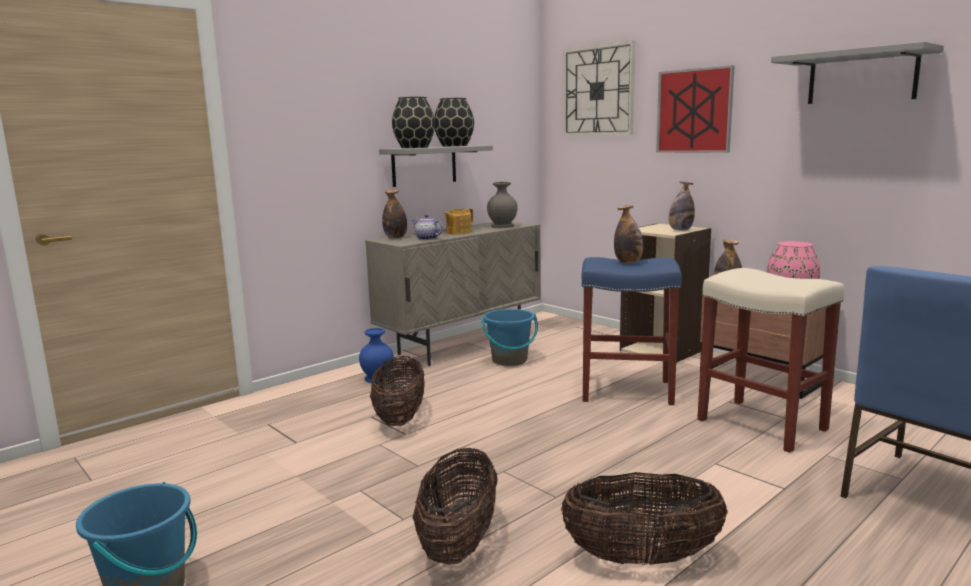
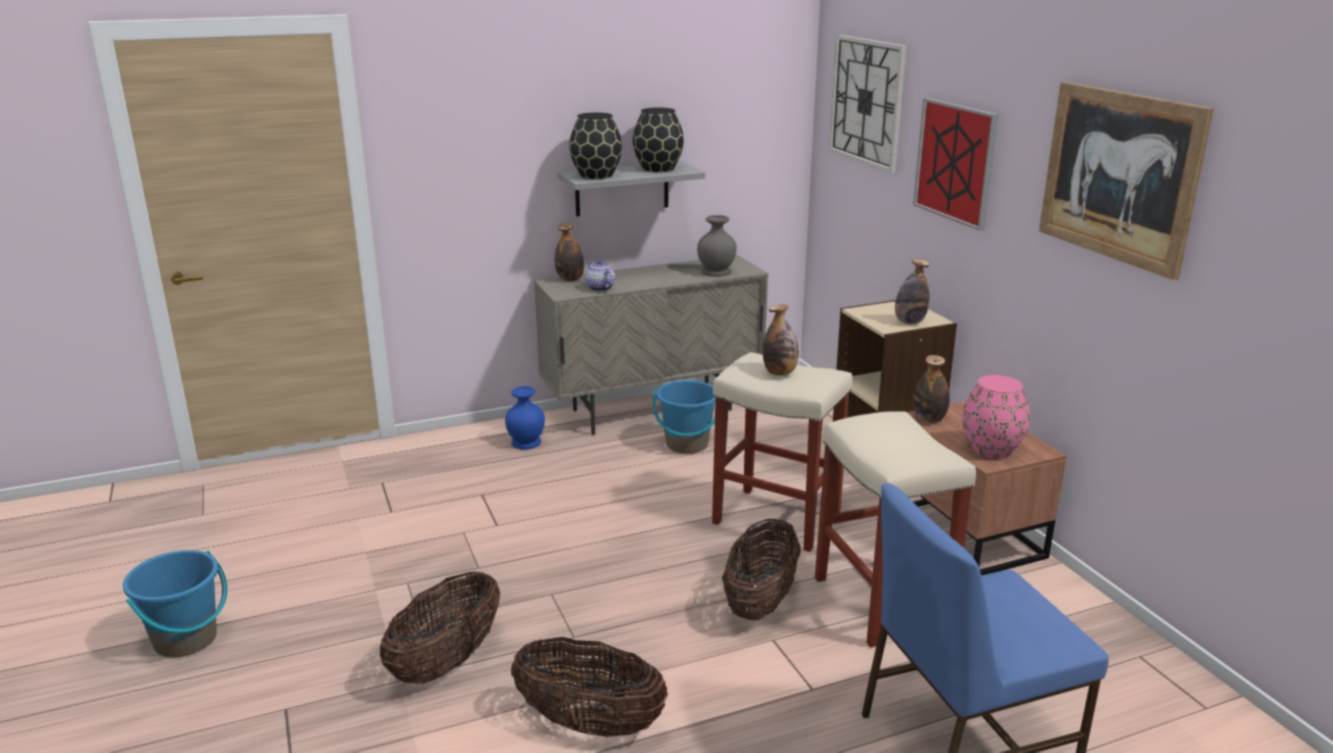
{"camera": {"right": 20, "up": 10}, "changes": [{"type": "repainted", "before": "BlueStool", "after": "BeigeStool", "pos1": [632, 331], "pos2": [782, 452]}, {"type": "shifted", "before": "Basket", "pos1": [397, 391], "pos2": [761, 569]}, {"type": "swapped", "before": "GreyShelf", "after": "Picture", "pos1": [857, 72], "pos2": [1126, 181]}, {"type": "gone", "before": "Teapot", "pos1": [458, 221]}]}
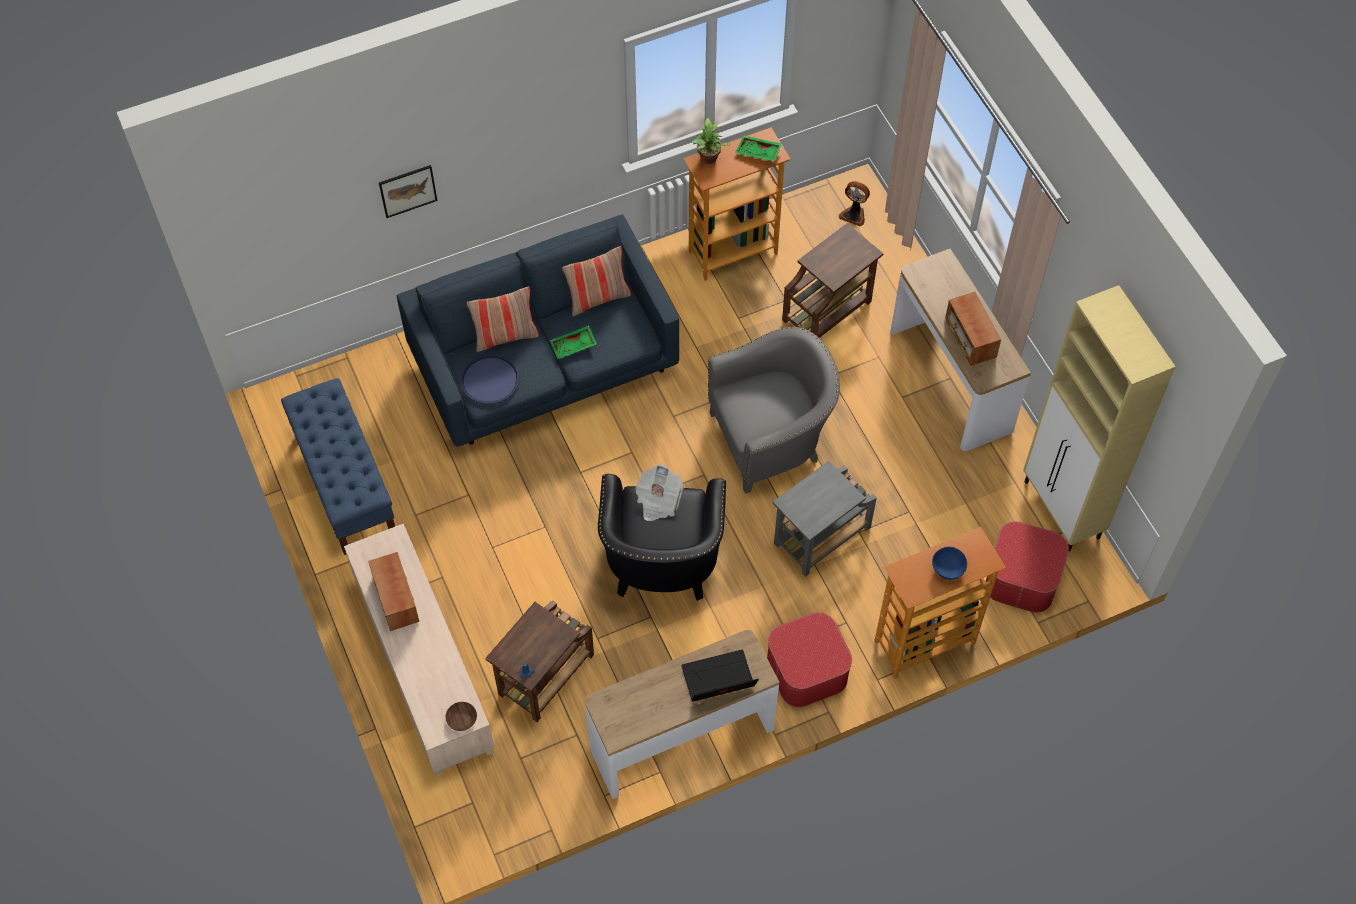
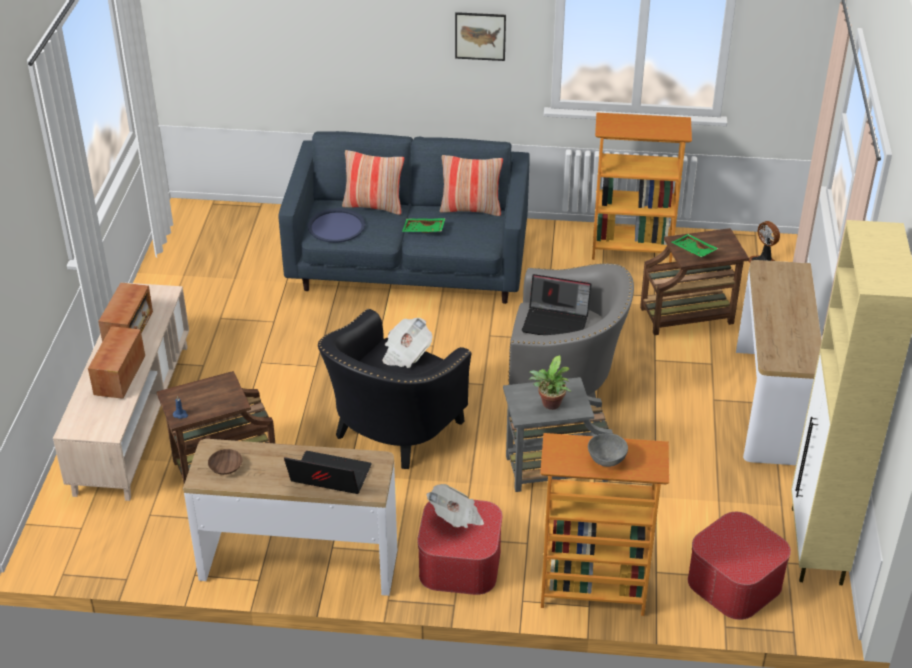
{"camera": {"right": 30, "up": -20}, "changes": [{"type": "shifted", "before": "Radio", "pos1": [973, 329], "pos2": [116, 362]}, {"type": "shifted", "before": "BrownBowl", "pos1": [461, 716], "pos2": [225, 462]}, {"type": "new", "after": "Newspaper", "pos2": [455, 506]}, {"type": "shifted", "before": "Picture", "pos1": [408, 191], "pos2": [480, 36]}, {"type": "new", "after": "Laptop", "pos2": [556, 304]}, {"type": "shifted", "before": "PottedPlant", "pos1": [710, 140], "pos2": [550, 382]}, {"type": "repainted", "before": "BlueBowl", "after": "GreyBowl", "pos1": [949, 563], "pos2": [608, 450]}, {"type": "shifted", "before": "GreenTray", "pos1": [758, 148], "pos2": [695, 245]}, {"type": "gone", "before": "BlueBench", "pos1": [338, 466]}]}
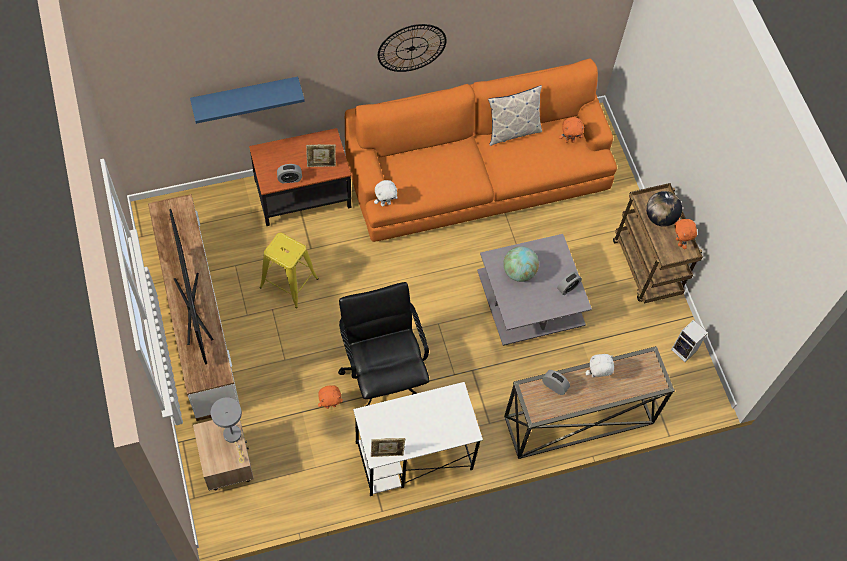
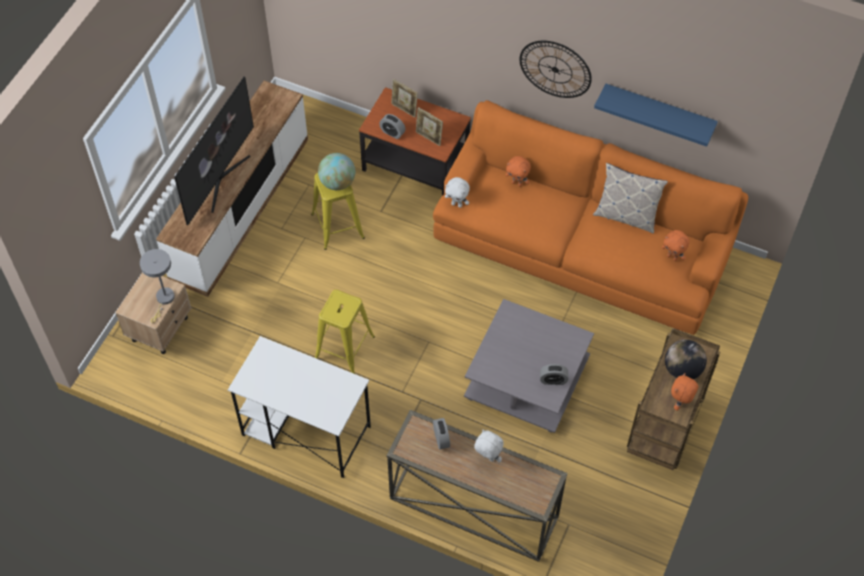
{"camera": {"right": 45, "up": -5}, "changes": [{"type": "swapped", "before": "BlackOfficeChair", "after": "YellowStool", "pos1": [383, 344], "pos2": [345, 332]}, {"type": "shifted", "before": "Globe", "pos1": [521, 264], "pos2": [336, 171]}, {"type": "shifted", "before": "PictureFrame", "pos1": [388, 447], "pos2": [404, 98]}, {"type": "shifted", "before": "OrangePlushToy", "pos1": [330, 397], "pos2": [518, 171]}, {"type": "shifted", "before": "BlueShelf", "pos1": [247, 100], "pos2": [656, 115]}, {"type": "gone", "before": "Speaker", "pos1": [689, 341]}]}
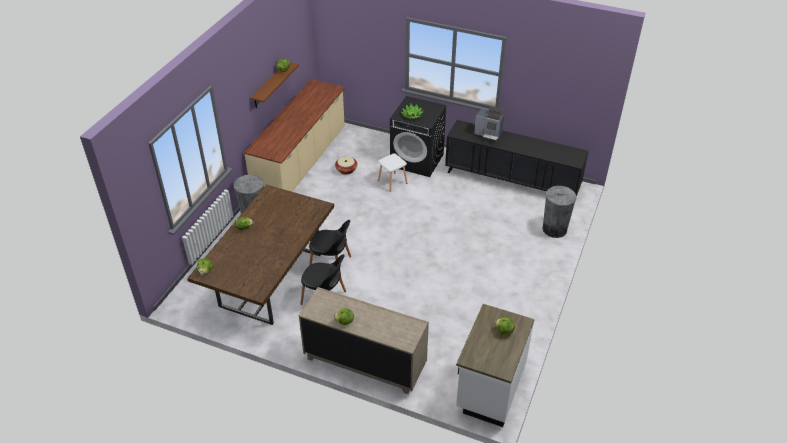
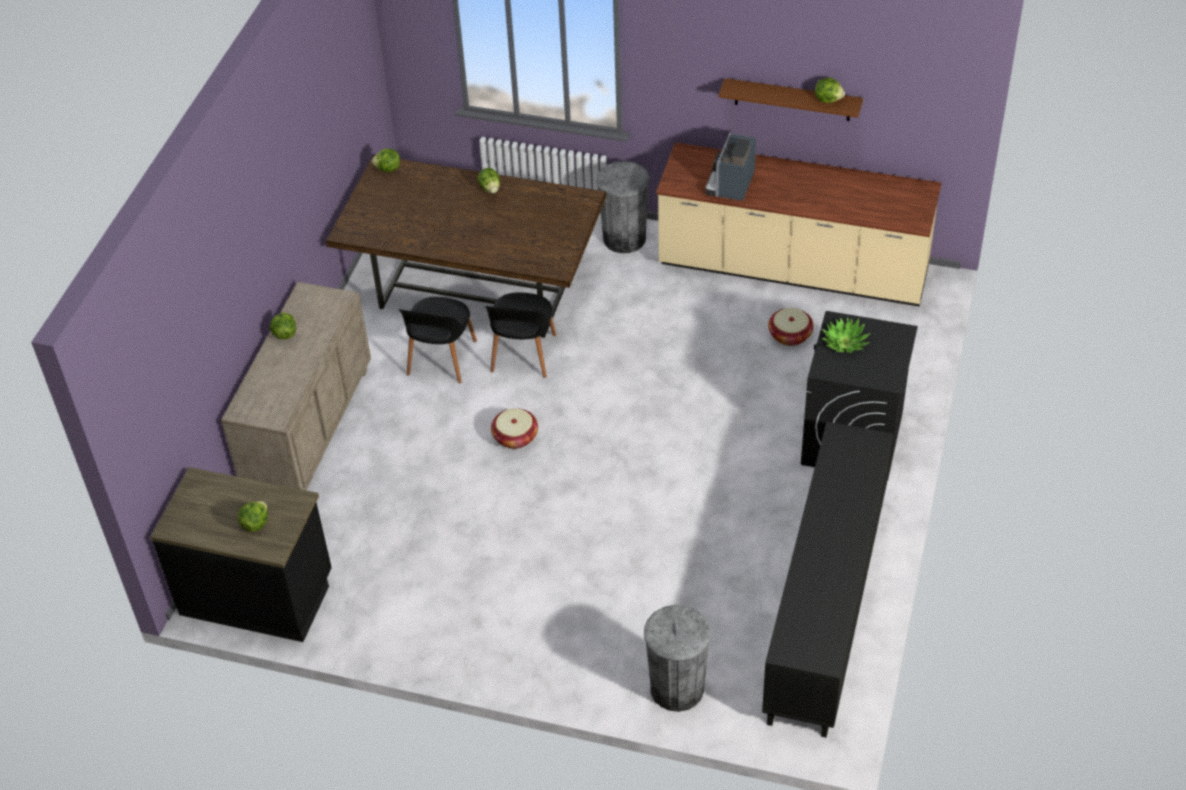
{"camera": {"right": 85, "up": 5}, "changes": [{"type": "repainted", "before": "WhiteCounter", "after": "BlackCounter", "pos1": [495, 365], "pos2": [241, 554]}, {"type": "new", "after": "Basket", "pos2": [514, 428]}, {"type": "shifted", "before": "CoffeeMachine", "pos1": [489, 124], "pos2": [730, 166]}, {"type": "gone", "before": "WhiteStool", "pos1": [392, 172]}]}
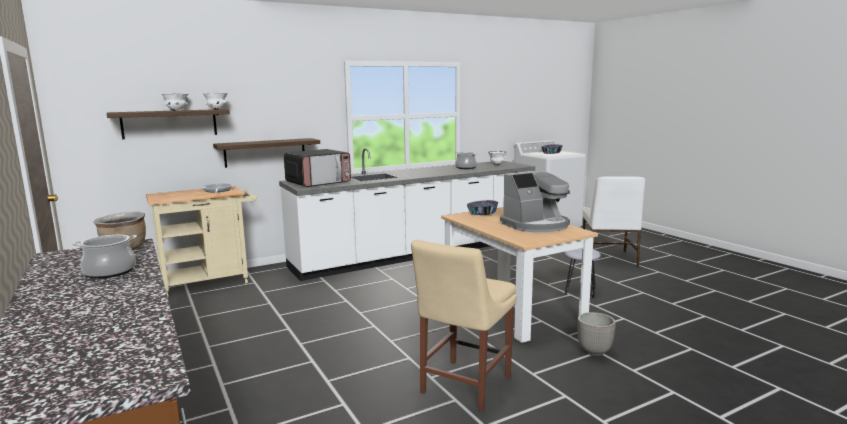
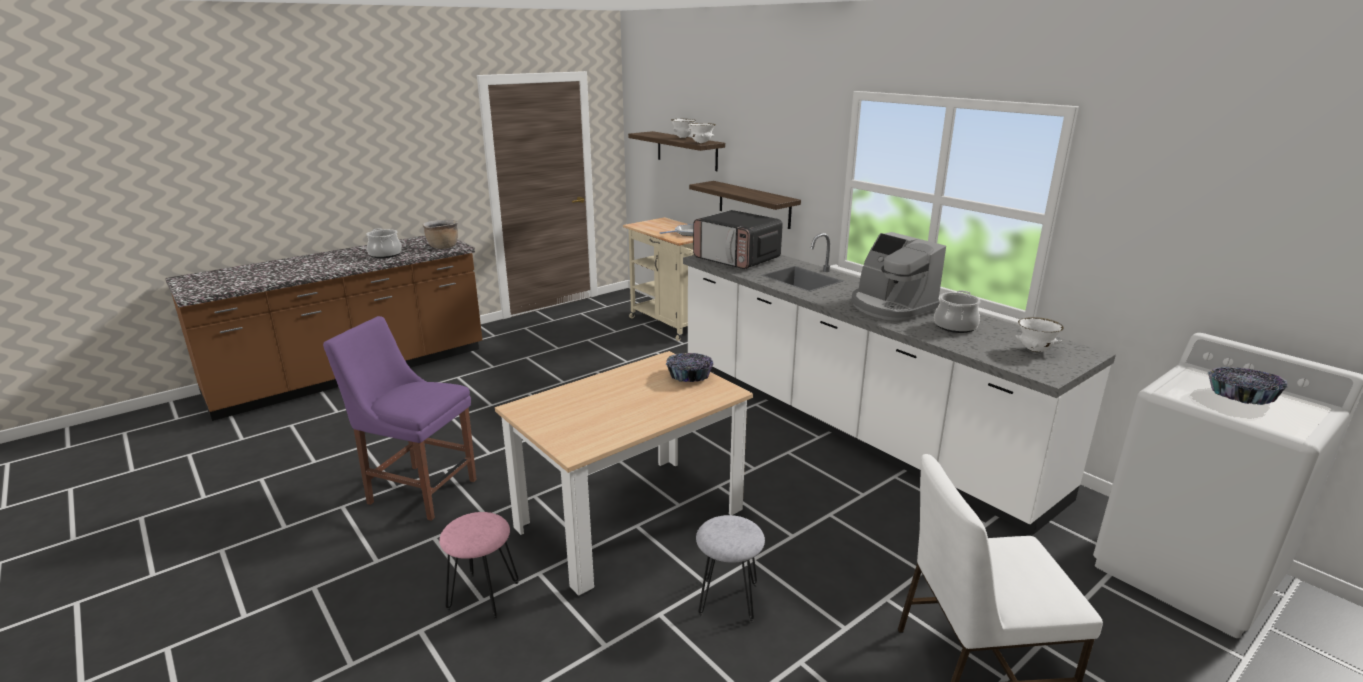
{"camera": {"right": 80, "up": 10}, "changes": [{"type": "repainted", "before": "BeigeChair", "after": "PurpleChair", "pos1": [464, 326], "pos2": [400, 418]}, {"type": "swapped", "before": "Planter", "after": "PinkStool", "pos1": [596, 334], "pos2": [479, 565]}, {"type": "shifted", "before": "CoffeeMachine", "pos1": [535, 201], "pos2": [898, 276]}]}
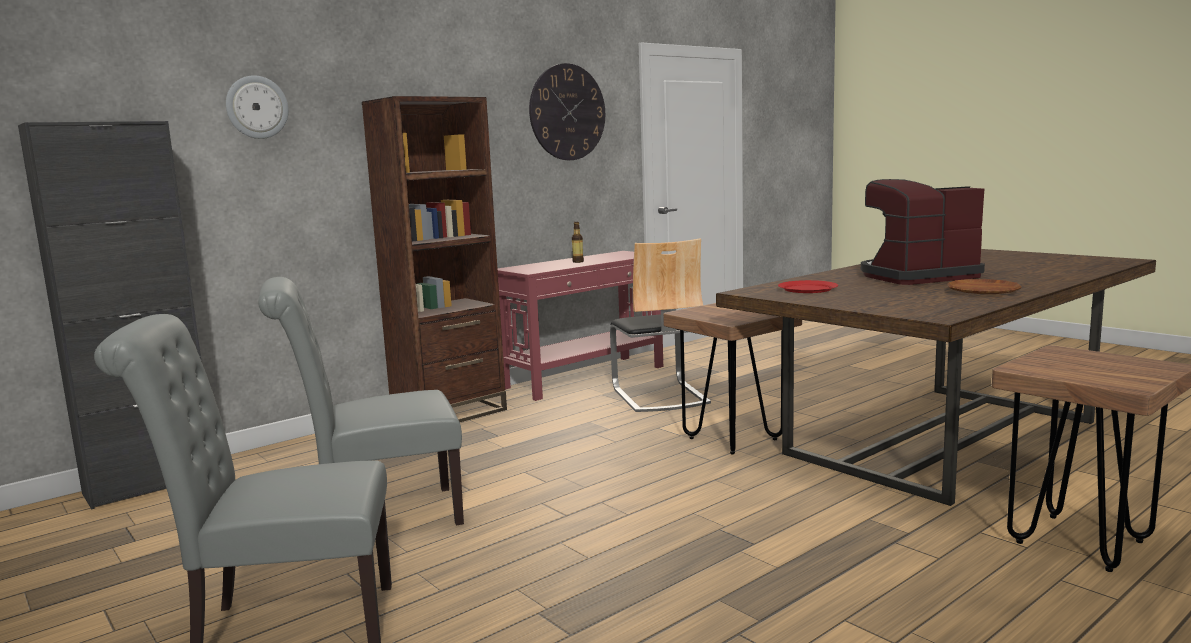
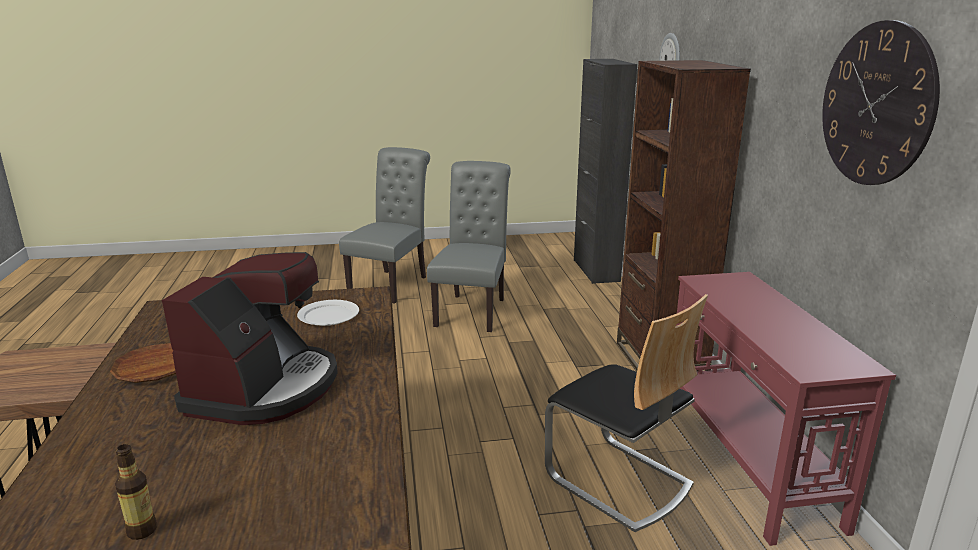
{"camera": {"right": 120, "up": 10}, "changes": [{"type": "shifted", "before": "Bottle", "pos1": [578, 242], "pos2": [136, 492]}, {"type": "repainted", "before": "RedPlate", "after": "WhitePlate", "pos1": [808, 286], "pos2": [328, 313]}, {"type": "rotated", "before": "Chair", "pos1": [660, 325], "pos2": [626, 413], "turn": -150}, {"type": "gone", "before": "BrownStool", "pos1": [732, 378]}]}
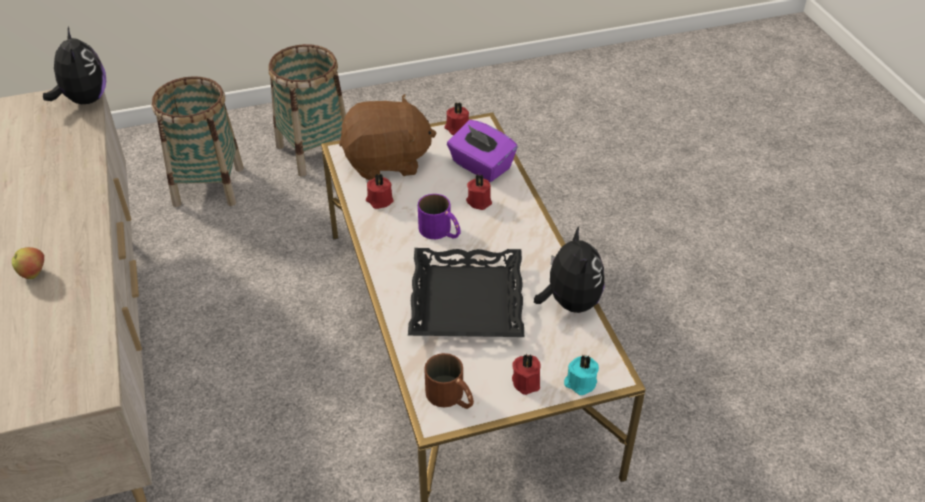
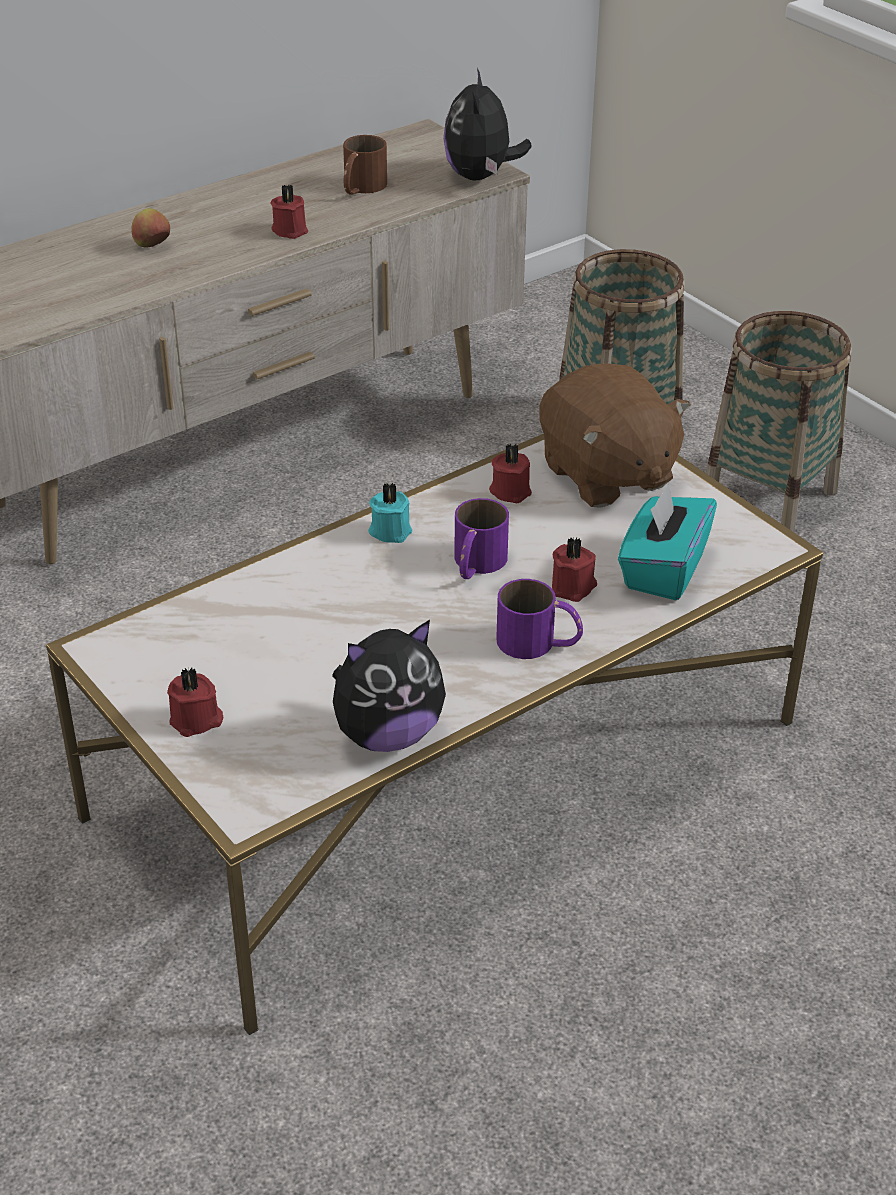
{"camera": {"right": 70, "up": -5}, "changes": [{"type": "shifted", "before": "RedCandle", "pos1": [456, 118], "pos2": [289, 211]}, {"type": "shifted", "before": "BrownMug", "pos1": [449, 381], "pos2": [365, 165]}, {"type": "shifted", "before": "TurquoiseCandle", "pos1": [581, 375], "pos2": [390, 513]}, {"type": "rotated", "before": "PlushToy", "pos1": [74, 65], "pos2": [487, 124], "turn": 135}, {"type": "new", "after": "PurpleMug", "pos2": [539, 619]}, {"type": "repainted", "before": "PurpleTissueBox", "after": "TurquoiseTissueBox", "pos1": [482, 151], "pos2": [667, 541]}, {"type": "gone", "before": "BlackTray", "pos1": [466, 292]}]}
